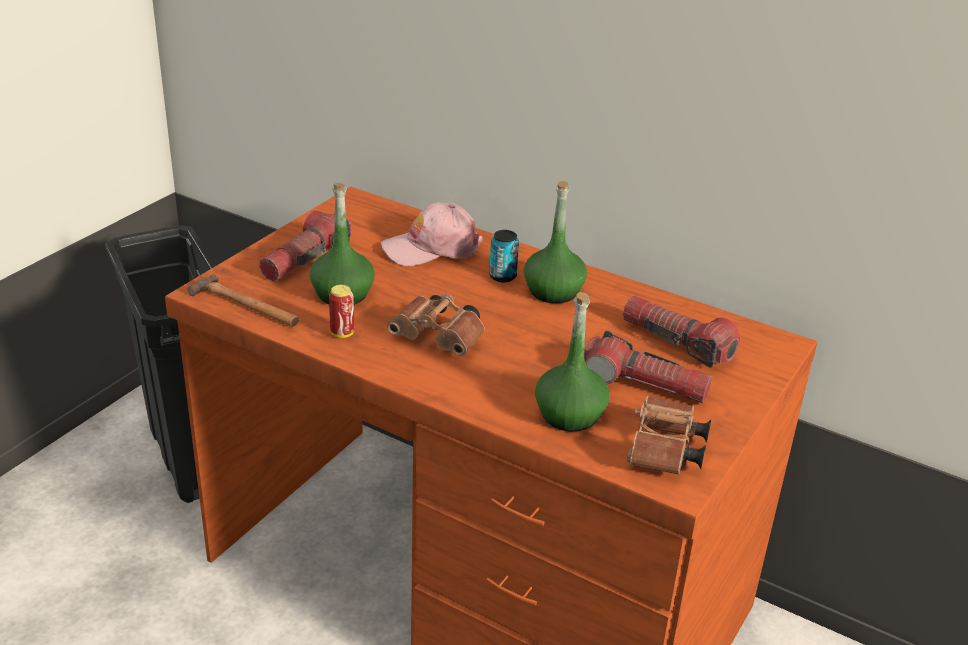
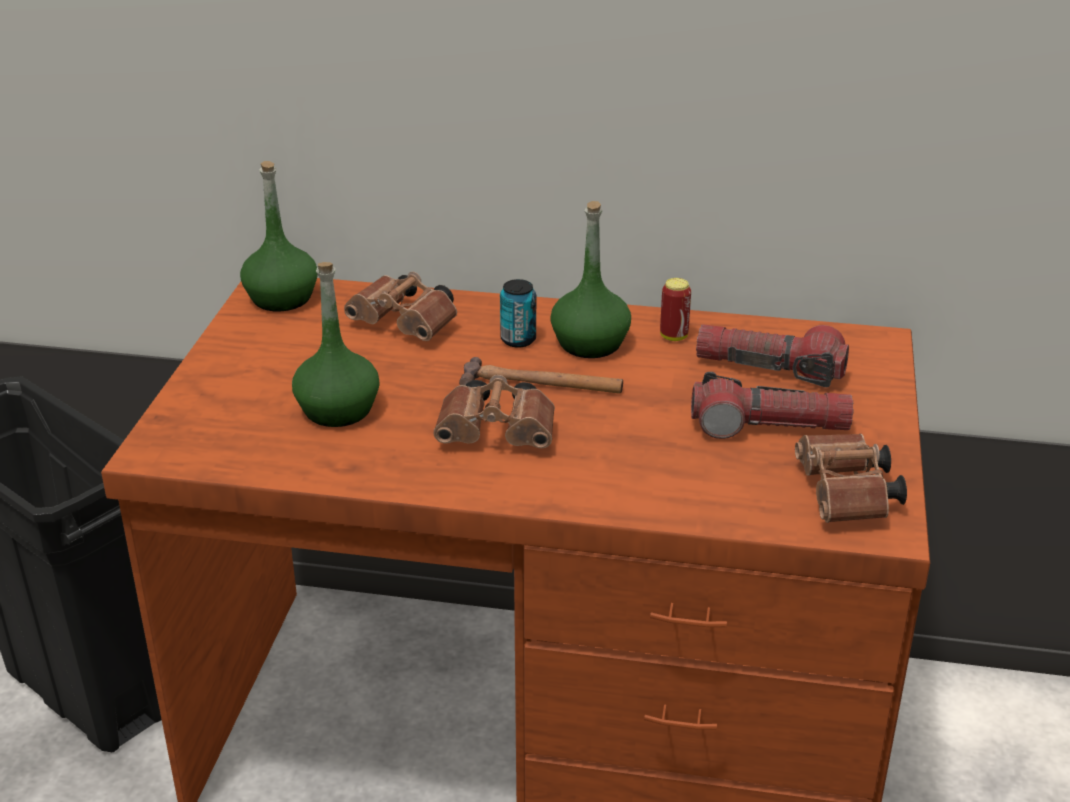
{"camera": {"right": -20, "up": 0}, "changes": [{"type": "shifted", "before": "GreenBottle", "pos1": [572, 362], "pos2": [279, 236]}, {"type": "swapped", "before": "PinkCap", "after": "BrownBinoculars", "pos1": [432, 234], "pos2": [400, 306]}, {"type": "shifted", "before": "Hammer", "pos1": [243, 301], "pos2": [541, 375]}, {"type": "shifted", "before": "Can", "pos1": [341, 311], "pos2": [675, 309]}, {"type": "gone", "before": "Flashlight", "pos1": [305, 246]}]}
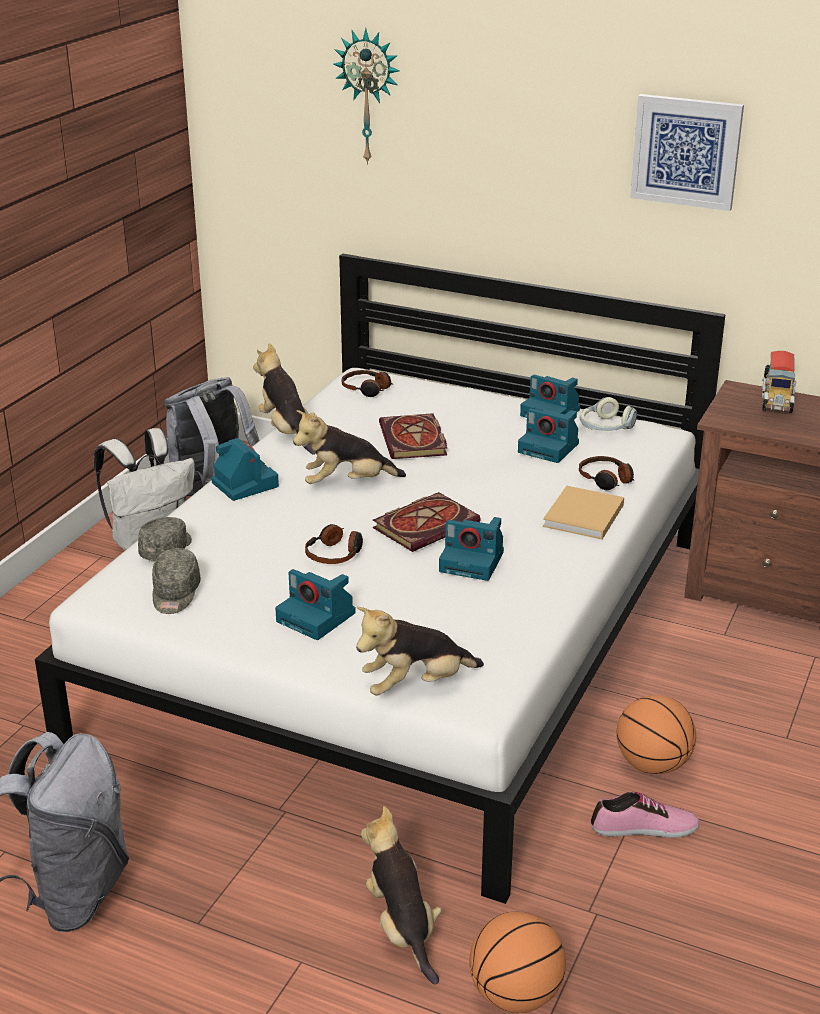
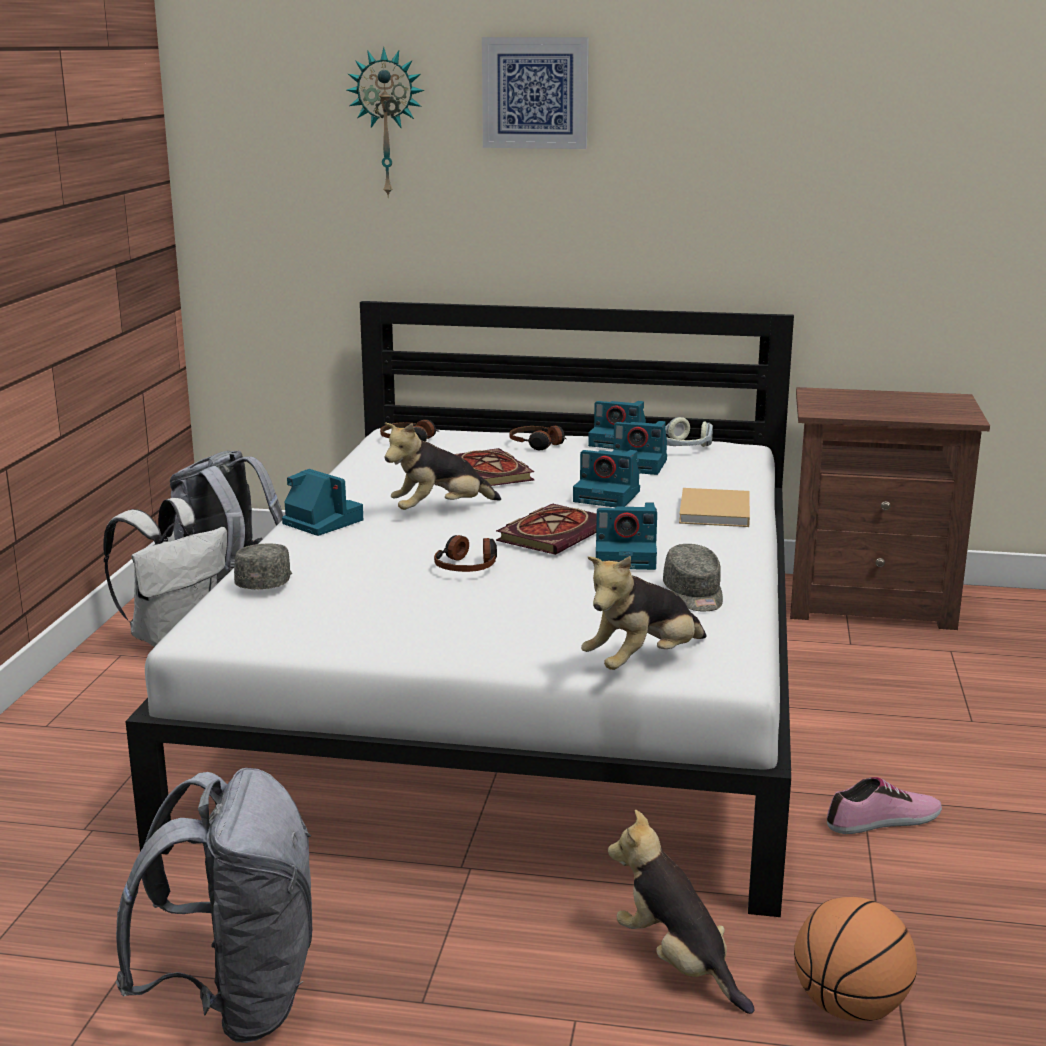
{"camera": {"right": -15, "up": -10}, "changes": [{"type": "shifted", "before": "Picture", "pos1": [687, 152], "pos2": [535, 93]}, {"type": "shifted", "before": "Headphones", "pos1": [606, 473], "pos2": [537, 438]}, {"type": "shifted", "before": "PhotoCamera", "pos1": [315, 604], "pos2": [606, 478]}, {"type": "shifted", "before": "GreyCap", "pos1": [176, 581], "pos2": [693, 577]}, {"type": "gone", "before": "PlushToy", "pos1": [284, 399]}, {"type": "gone", "before": "Basketball", "pos1": [656, 734]}, {"type": "gone", "before": "ToyTruck", "pos1": [779, 382]}]}
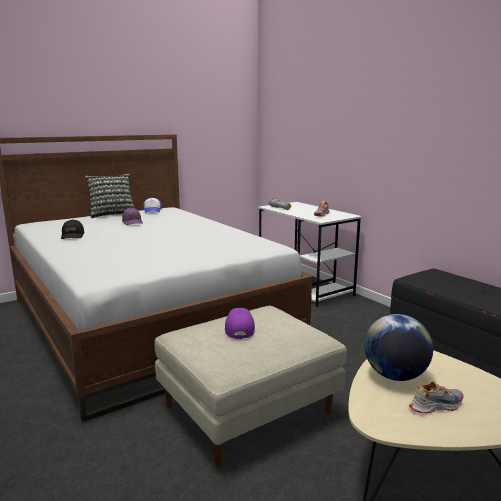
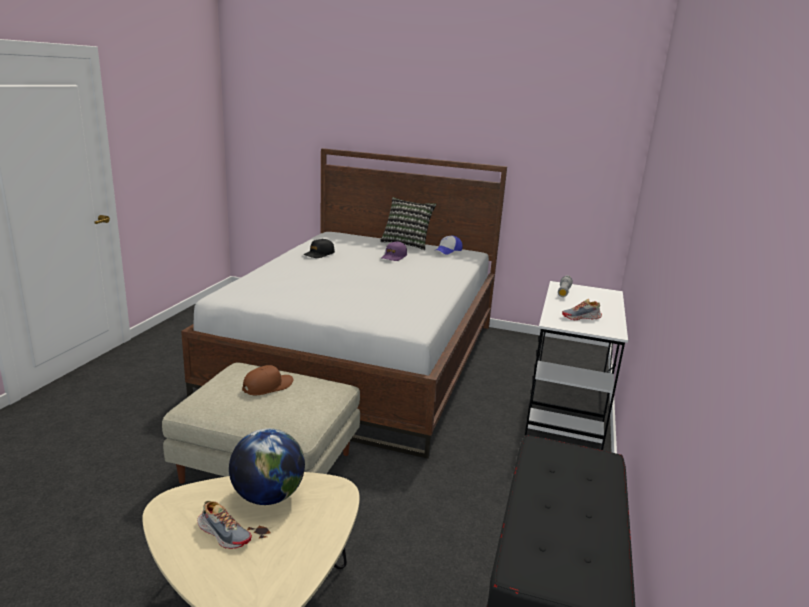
{"camera": {"right": 50, "up": 5}, "changes": [{"type": "repainted", "before": "PurpleCap", "after": "BrownCap", "pos1": [240, 323], "pos2": [267, 380]}]}
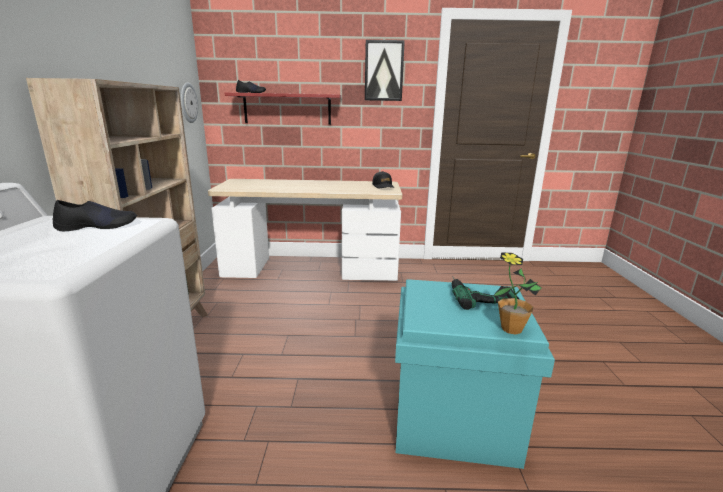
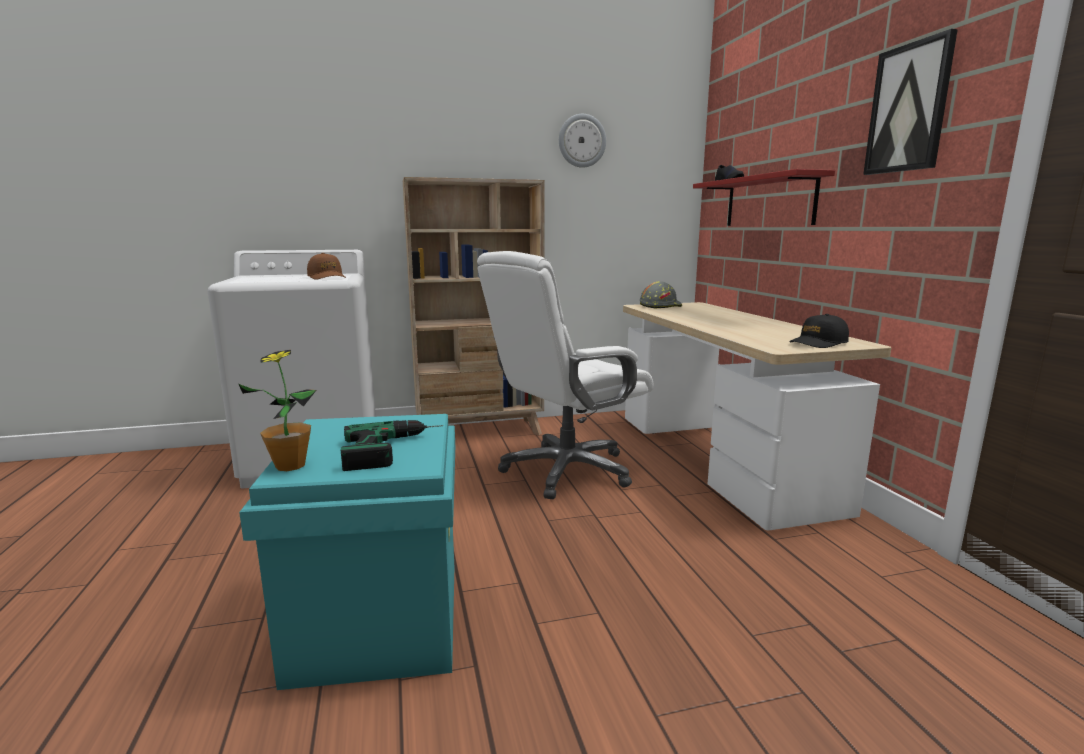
{"camera": {"right": 75, "up": -5}, "changes": [{"type": "swapped", "before": "BlackShoe", "after": "BrownCap", "pos1": [95, 215], "pos2": [326, 266]}, {"type": "new", "after": "WhiteOfficeChair", "pos2": [565, 375]}, {"type": "shifted", "before": "WallClock", "pos1": [189, 102], "pos2": [582, 141]}, {"type": "new", "after": "GreyHardHat", "pos2": [661, 294]}]}
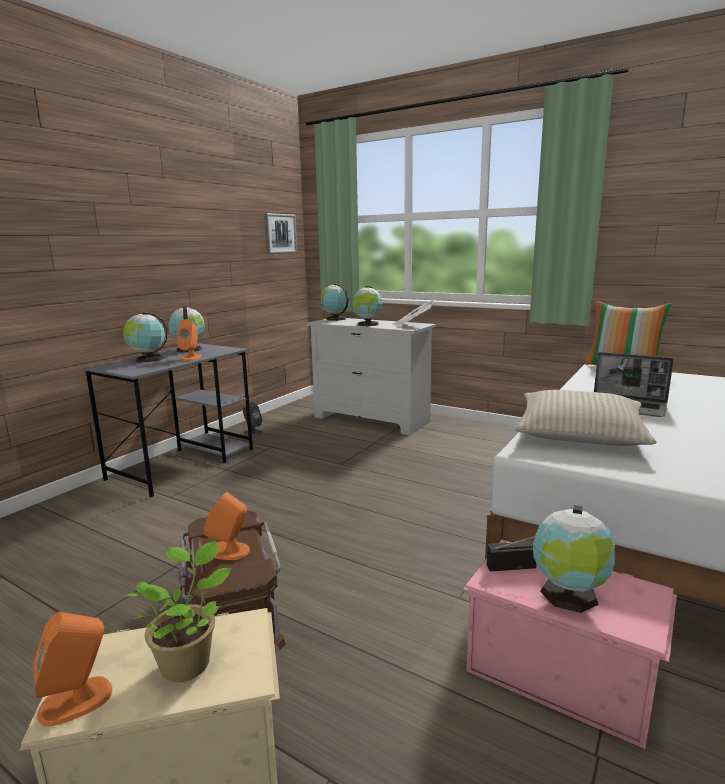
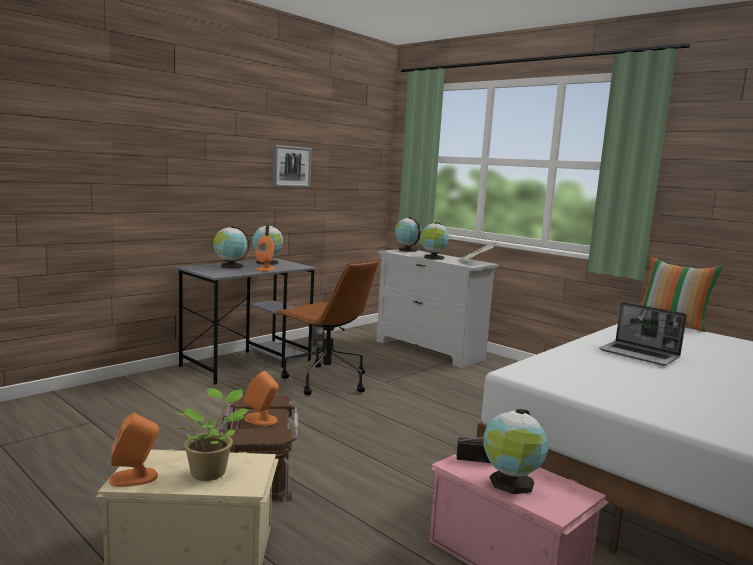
{"camera": {"right": 10, "up": -5}, "changes": [{"type": "shifted", "before": "Picture", "pos1": [280, 233], "pos2": [292, 166]}, {"type": "new", "after": "BrownOfficeChair", "pos2": [327, 327]}, {"type": "gone", "before": "BeigePillow", "pos1": [585, 418]}]}
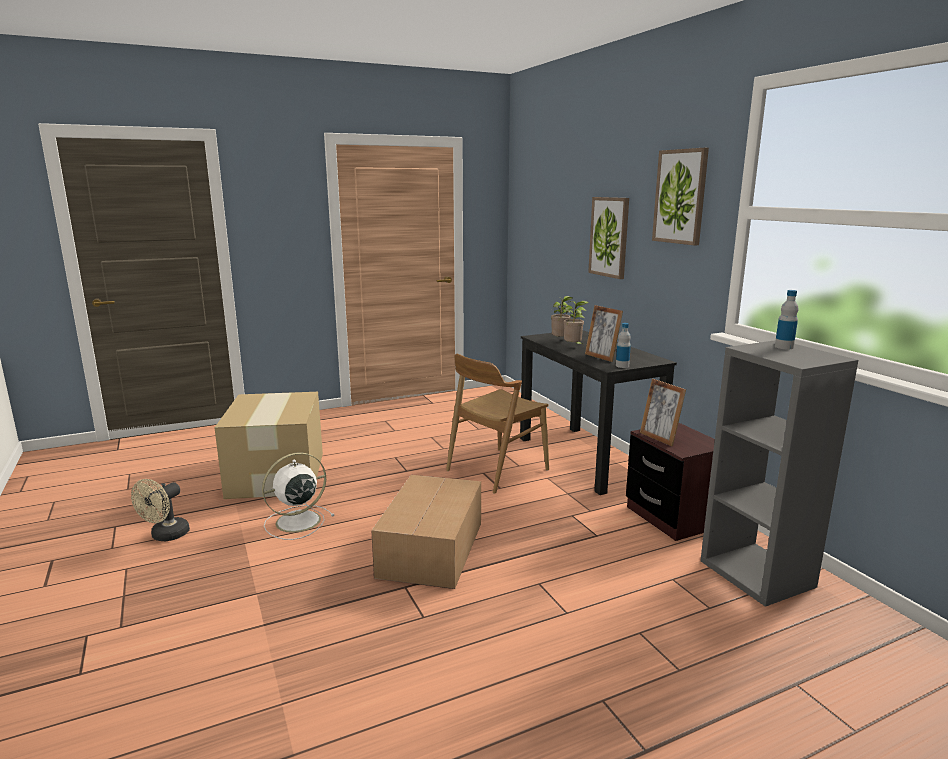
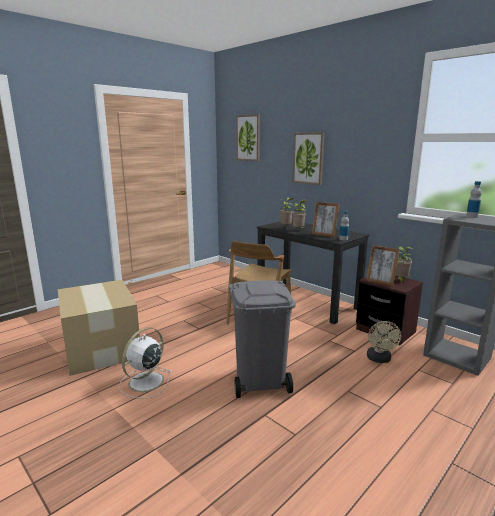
{"camera": {"right": -20, "up": 0}, "changes": [{"type": "swapped", "before": "CardboardBox", "after": "GreyTrashCan", "pos1": [426, 532], "pos2": [262, 339]}, {"type": "shifted", "before": "Picture", "pos1": [680, 197], "pos2": [248, 137]}, {"type": "shifted", "before": "BeigeFan", "pos1": [160, 510], "pos2": [384, 342]}, {"type": "new", "after": "PottedPlant", "pos2": [404, 265]}]}
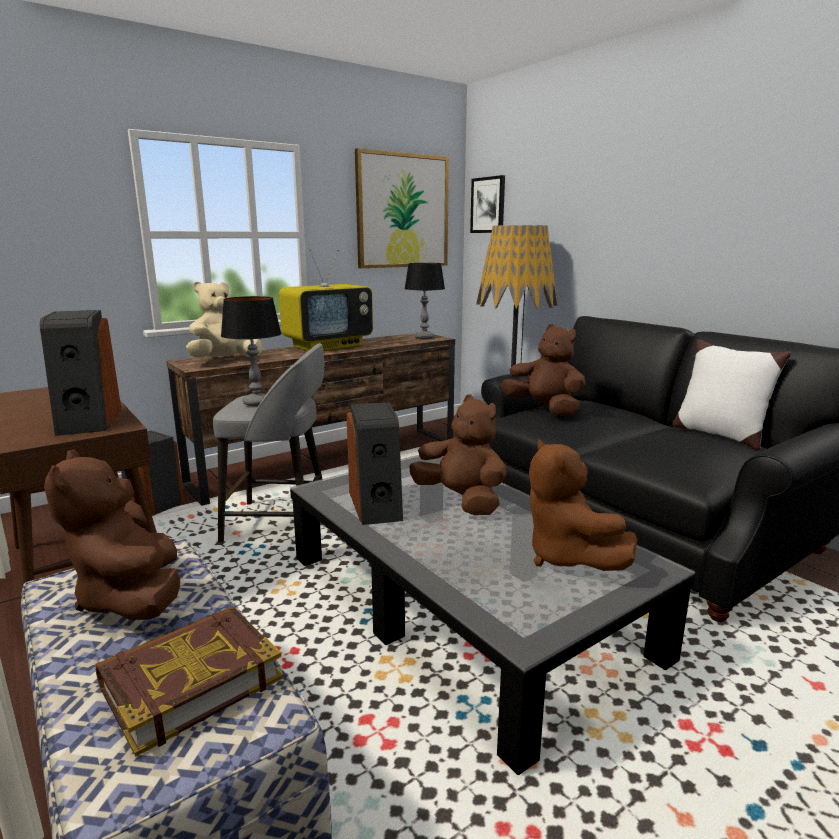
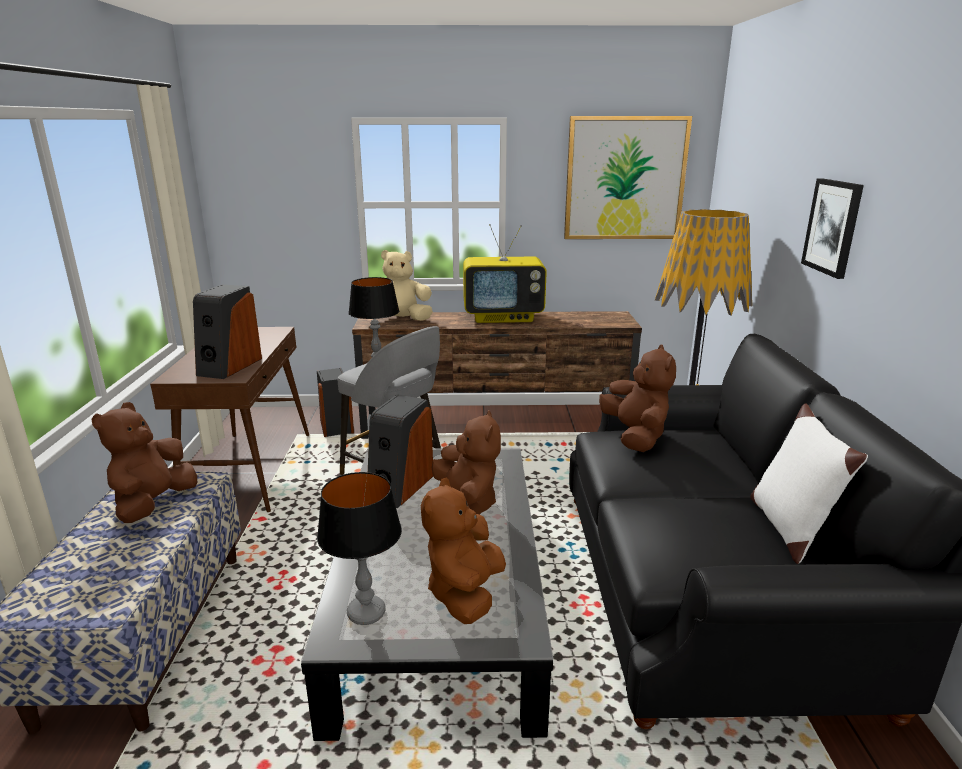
{"camera": {"right": 35, "up": 5}, "changes": [{"type": "shifted", "before": "TableLamp", "pos1": [424, 301], "pos2": [359, 548]}, {"type": "shifted", "before": "Picture", "pos1": [487, 204], "pos2": [832, 228]}, {"type": "gone", "before": "Book", "pos1": [189, 681]}]}
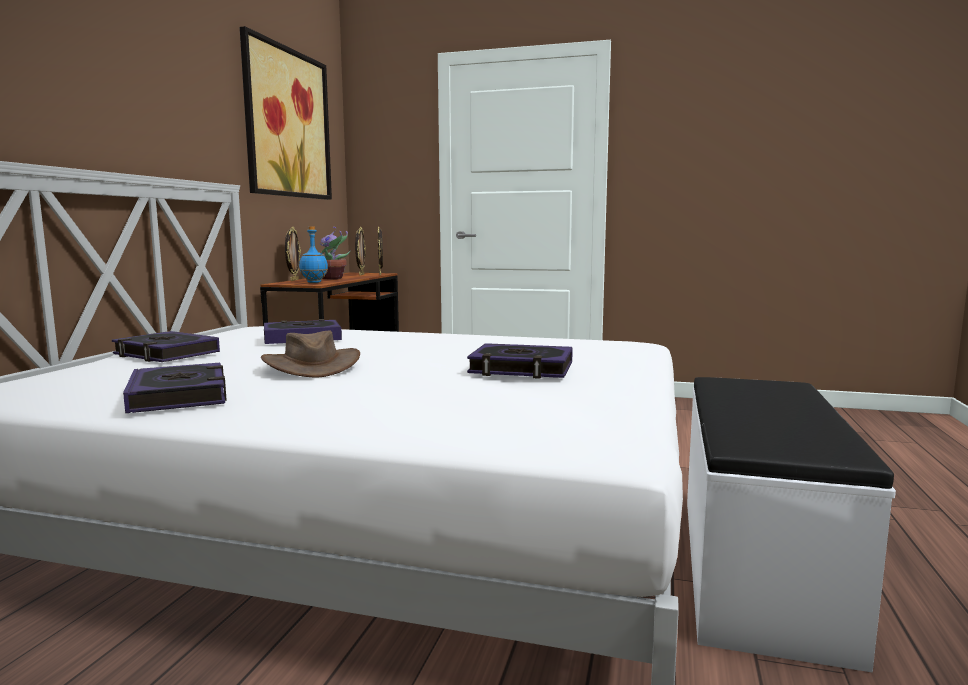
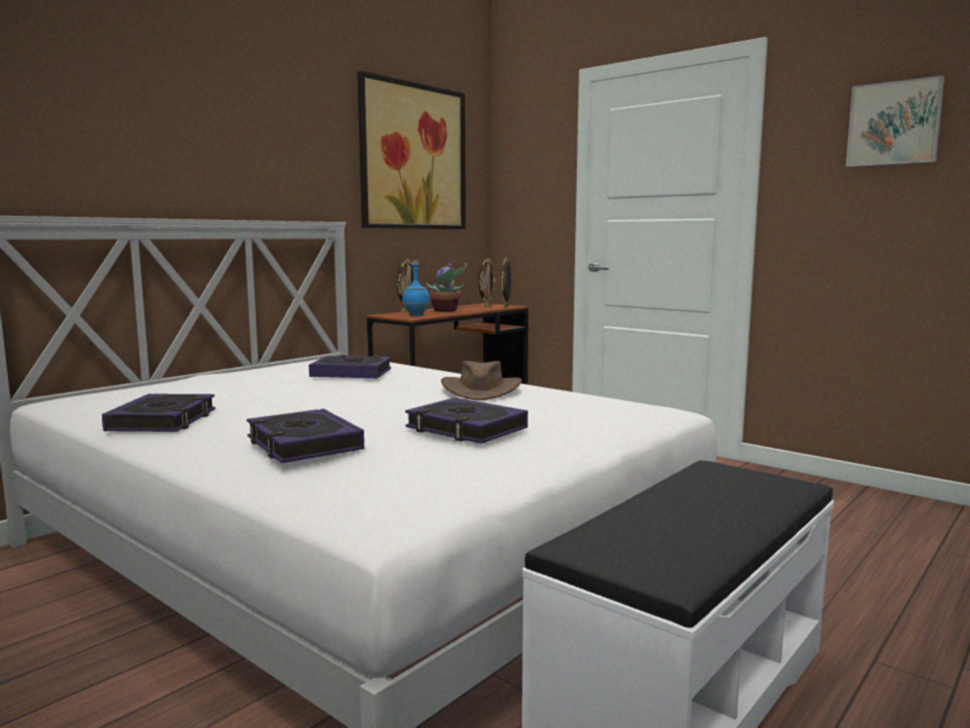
{"camera": {"right": 25, "up": 0}, "changes": [{"type": "shifted", "before": "Book", "pos1": [166, 346], "pos2": [305, 436]}, {"type": "shifted", "before": "BrownHat", "pos1": [310, 354], "pos2": [481, 380]}, {"type": "new", "after": "Picture", "pos2": [895, 121]}]}
